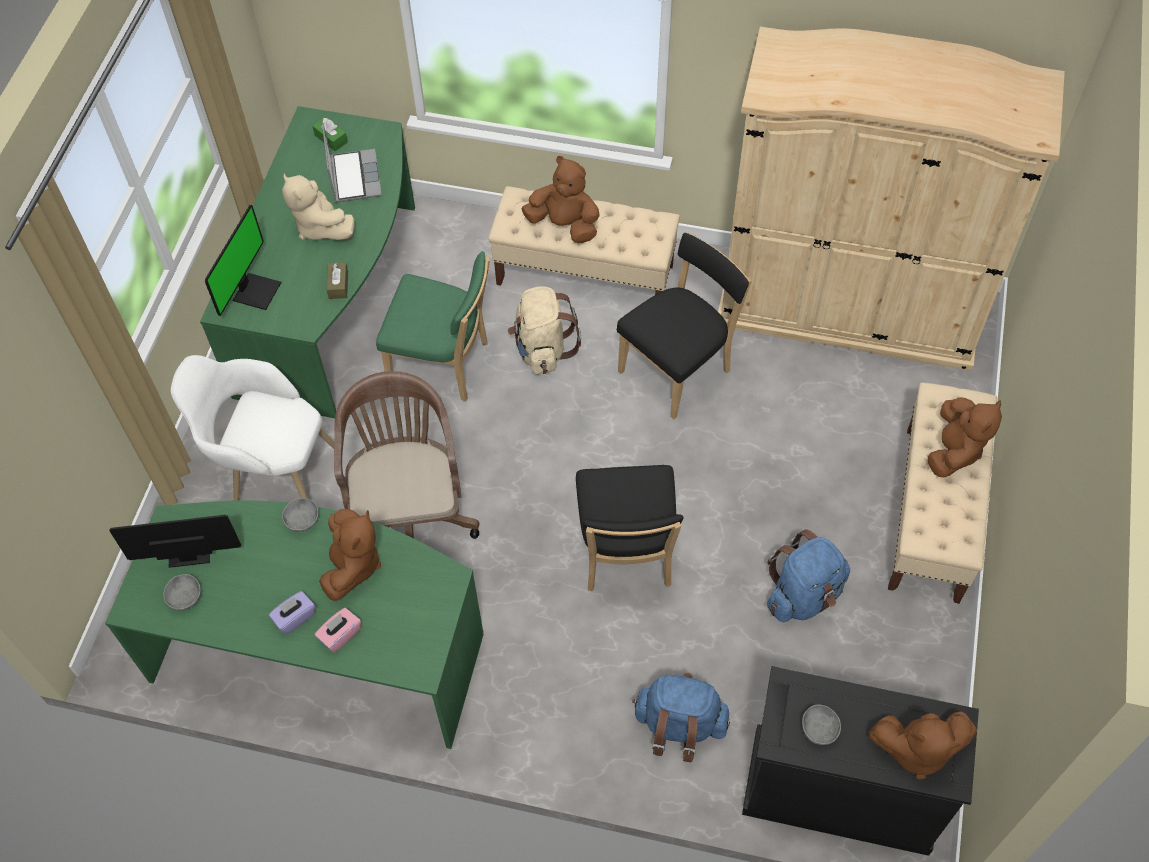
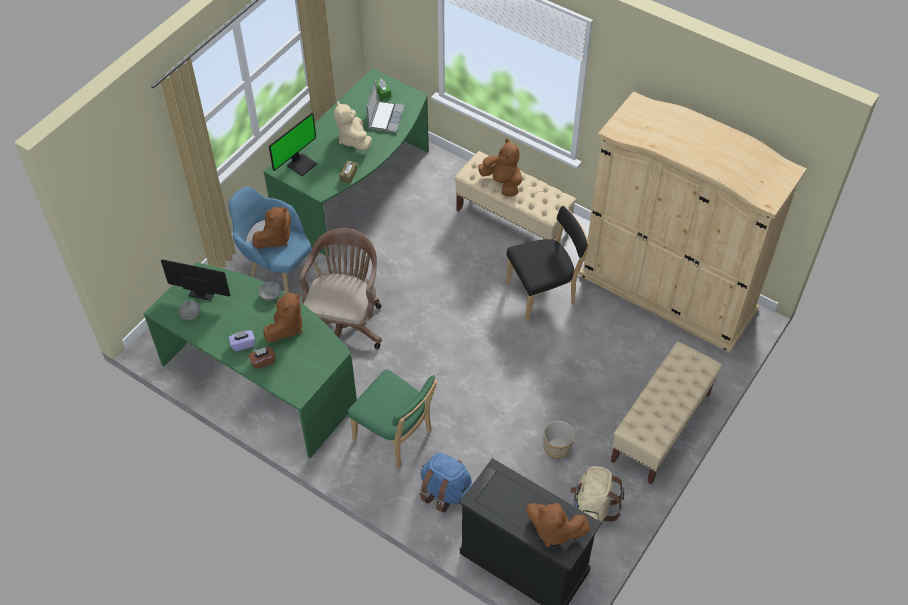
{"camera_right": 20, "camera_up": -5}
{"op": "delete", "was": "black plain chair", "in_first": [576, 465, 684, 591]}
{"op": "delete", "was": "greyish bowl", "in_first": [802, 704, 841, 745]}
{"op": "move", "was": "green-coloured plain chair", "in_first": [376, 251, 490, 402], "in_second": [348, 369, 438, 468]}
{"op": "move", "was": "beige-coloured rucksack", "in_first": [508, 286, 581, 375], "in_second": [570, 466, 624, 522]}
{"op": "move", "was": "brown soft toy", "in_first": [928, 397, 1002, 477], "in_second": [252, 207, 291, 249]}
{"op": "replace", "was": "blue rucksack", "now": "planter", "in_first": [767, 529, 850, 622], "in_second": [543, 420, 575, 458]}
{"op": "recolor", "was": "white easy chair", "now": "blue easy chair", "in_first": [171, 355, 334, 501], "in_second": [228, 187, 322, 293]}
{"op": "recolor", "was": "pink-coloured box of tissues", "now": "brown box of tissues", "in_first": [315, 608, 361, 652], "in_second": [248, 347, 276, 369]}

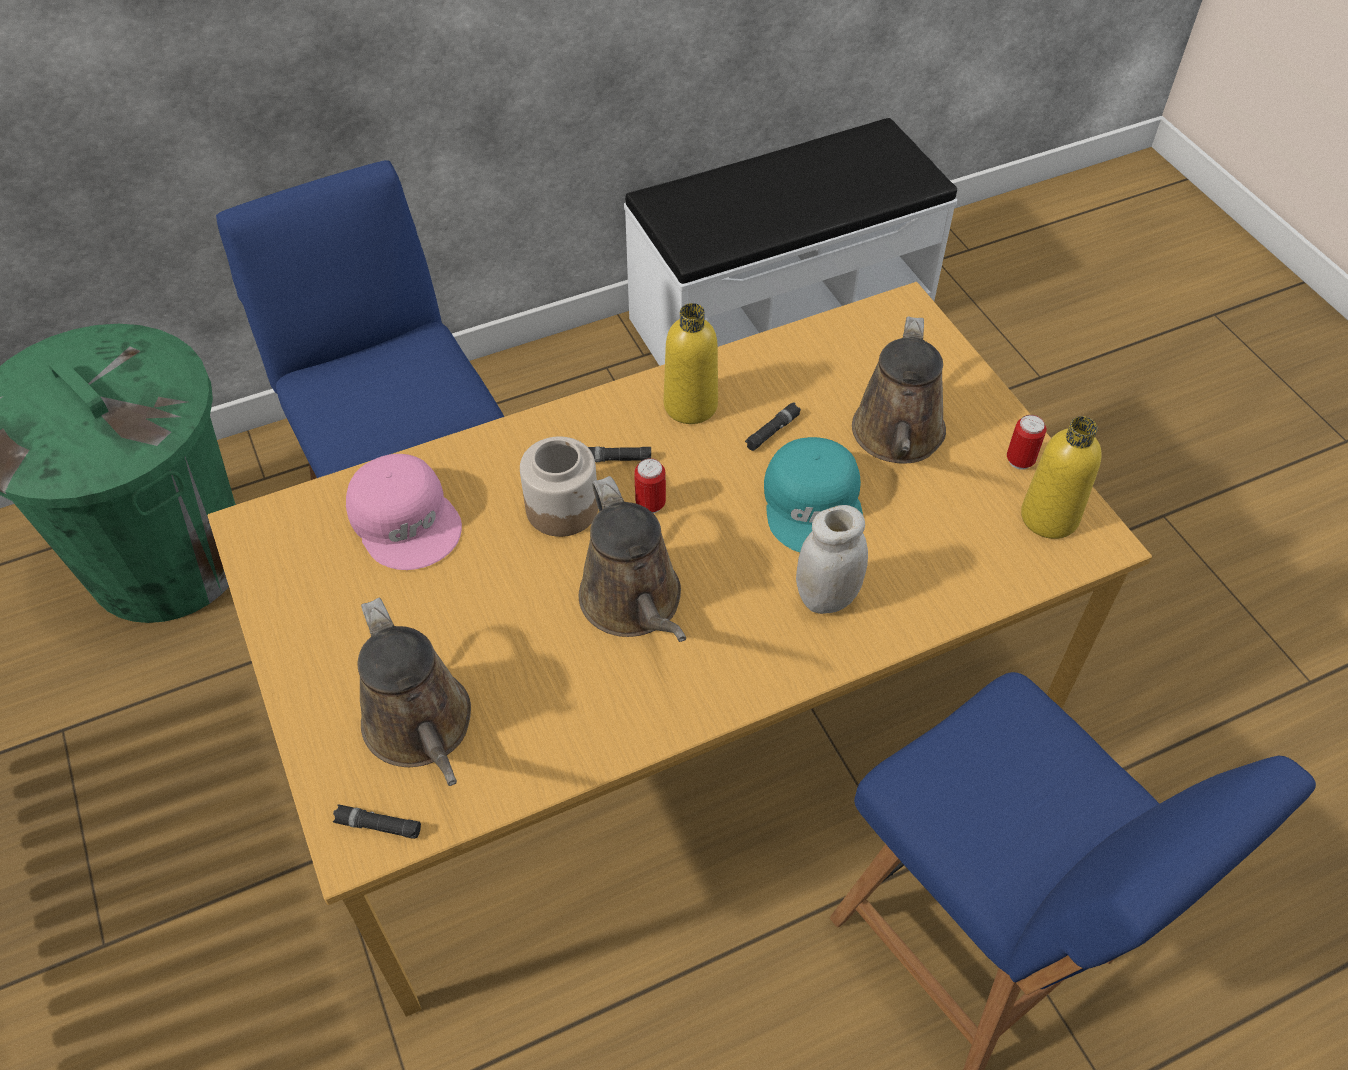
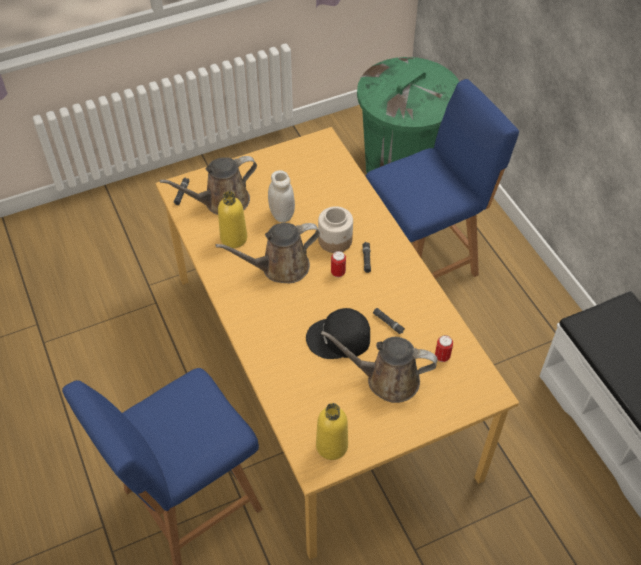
{"camera_right": 90, "camera_up": 0}
{"op": "delete", "was": "pink-coloured cap", "in_first": [346, 454, 462, 570]}
{"op": "move", "was": "yellow-coloured beverage bottle", "in_first": [664, 303, 718, 424], "in_second": [218, 191, 247, 248]}
{"op": "move", "was": "white jar", "in_first": [796, 505, 868, 614], "in_second": [268, 170, 295, 223]}
{"op": "move", "was": "sealed can", "in_first": [1007, 415, 1046, 470], "in_second": [435, 335, 453, 362]}
{"op": "recolor", "was": "turquoise-coloured cap", "now": "black cap", "in_first": [764, 437, 863, 552], "in_second": [306, 308, 370, 359]}

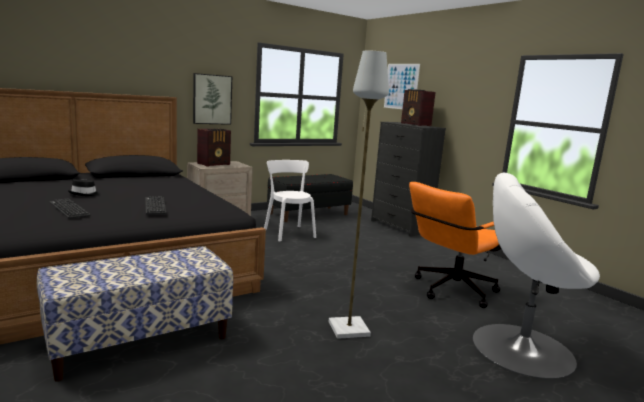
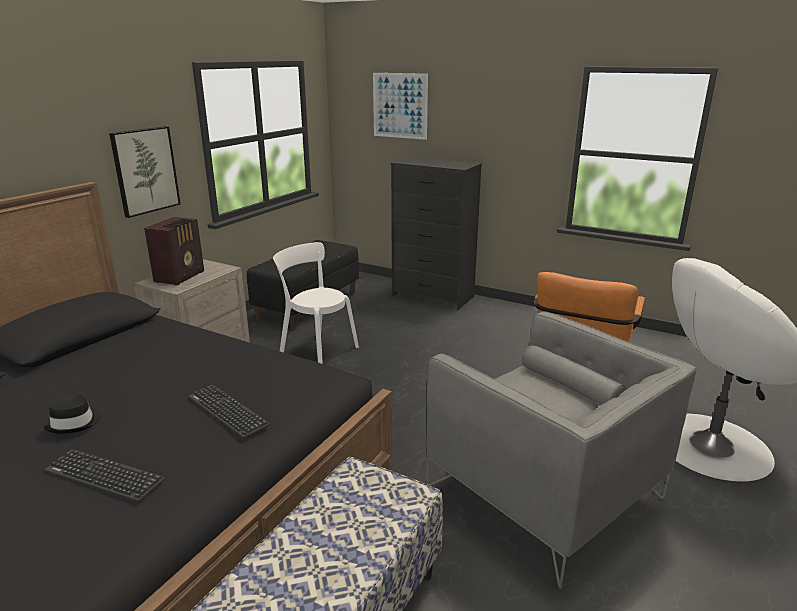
{"camera_right": -25, "camera_up": 10}
{"op": "delete", "was": "radio receiver", "in_first": [401, 89, 436, 126]}
{"op": "replace", "was": "greyish standard lamp", "now": "greyish easy chair", "in_first": [329, 51, 389, 339], "in_second": [426, 311, 697, 589]}

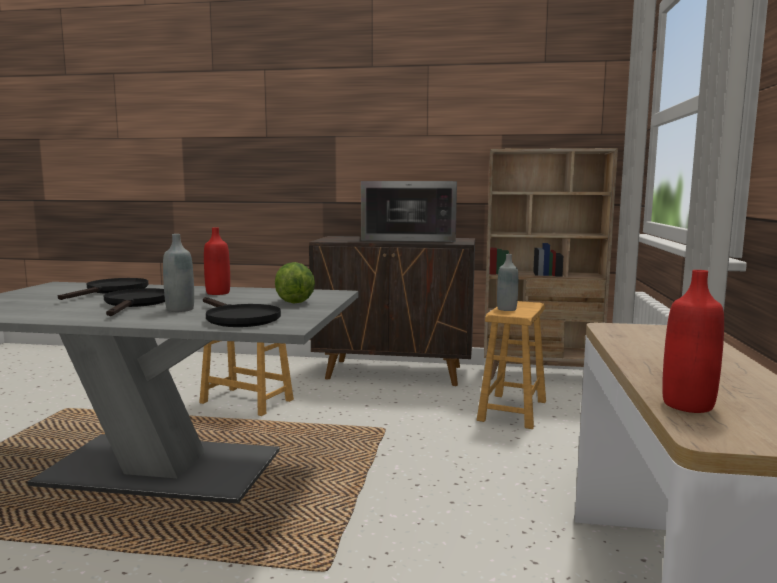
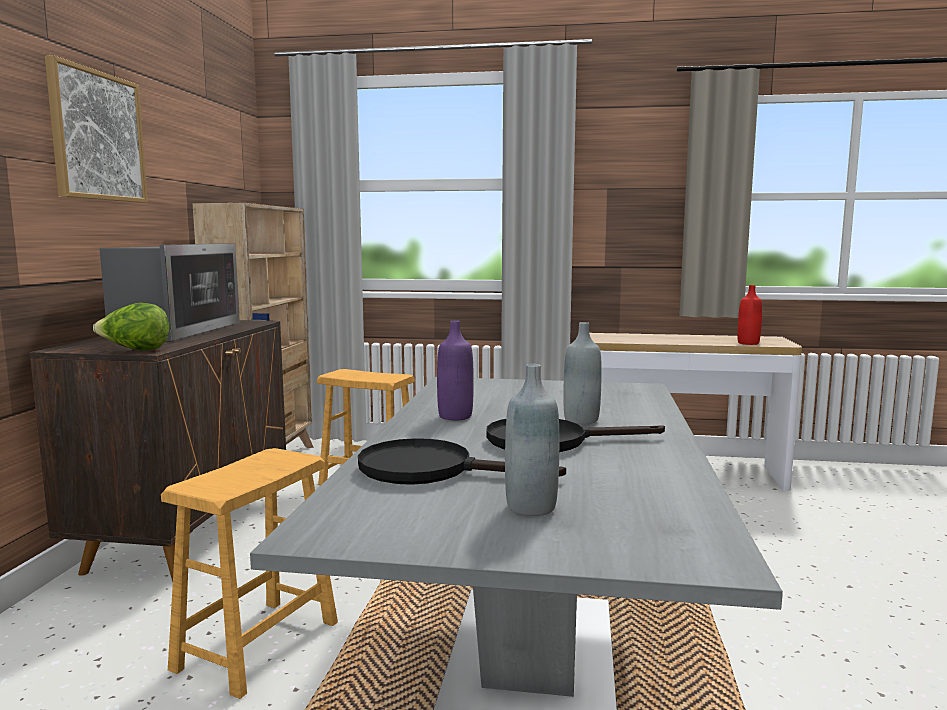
{"camera_right": -90, "camera_up": 0}
{"op": "delete", "was": "black skillet", "in_first": [203, 297, 281, 327]}
{"op": "insert", "now": "wall art", "in_second": [45, 55, 148, 203]}
{"op": "move", "was": "lettuce head", "in_first": [275, 262, 315, 304], "in_second": [93, 303, 169, 351]}
{"op": "move", "was": "greyish beverage bottle", "in_first": [497, 254, 518, 311], "in_second": [505, 364, 560, 516]}
{"op": "recolor", "was": "red-coloured beverage bottle", "now": "purplish beverage bottle", "in_first": [204, 228, 230, 295], "in_second": [437, 320, 474, 420]}

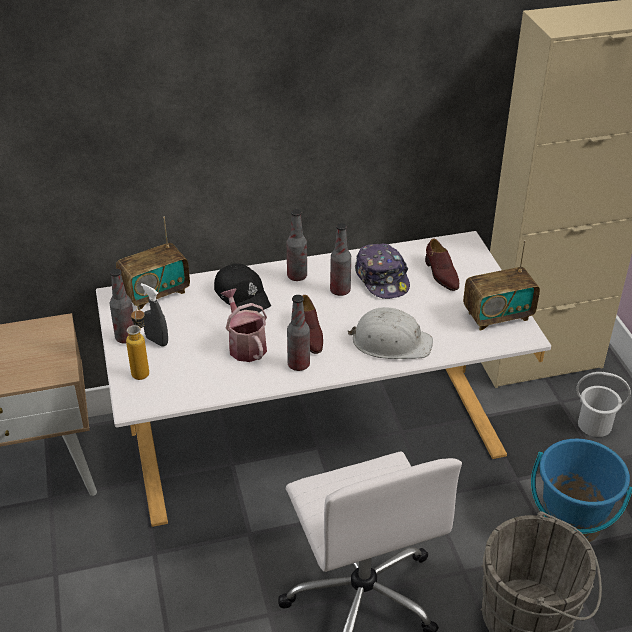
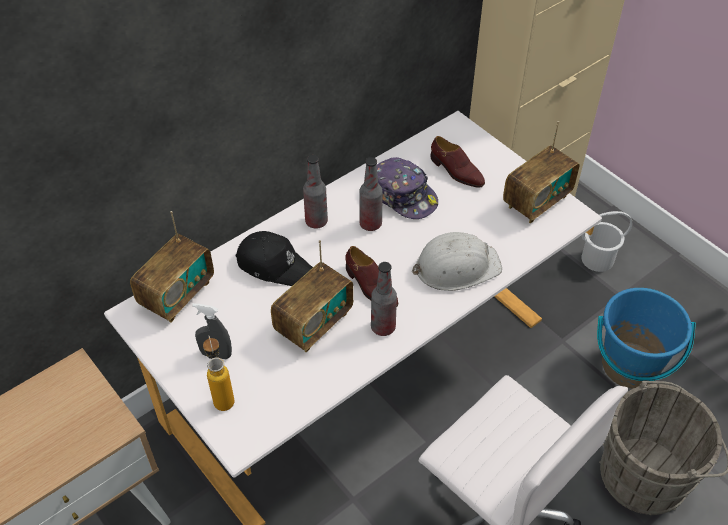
{"camera_right": -25, "camera_up": 10}
{"op": "delete", "was": "beverage bottle", "in_first": [110, 269, 134, 344]}
{"op": "replace", "was": "watering pot", "now": "radio receiver", "in_first": [221, 289, 267, 362], "in_second": [271, 240, 353, 353]}

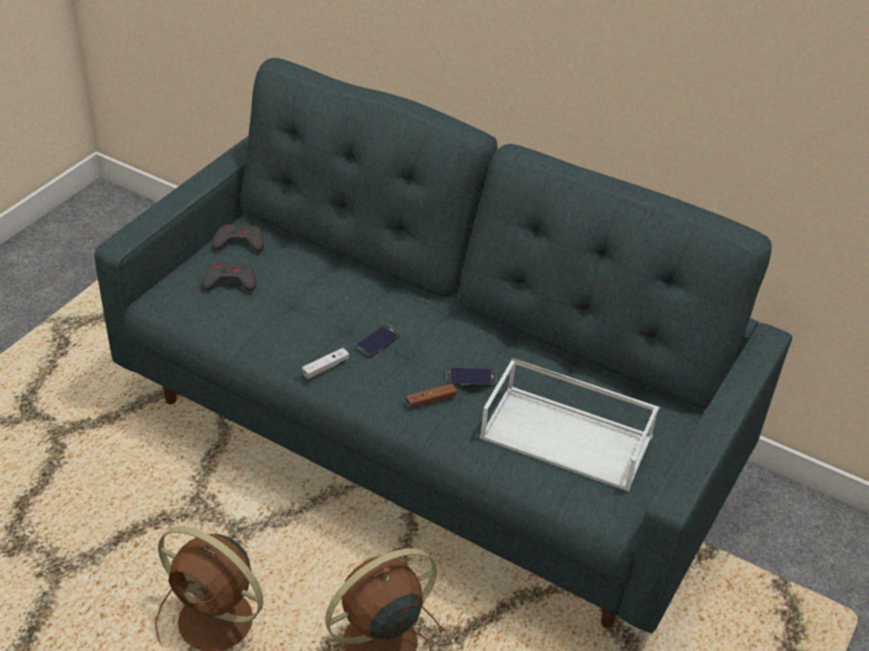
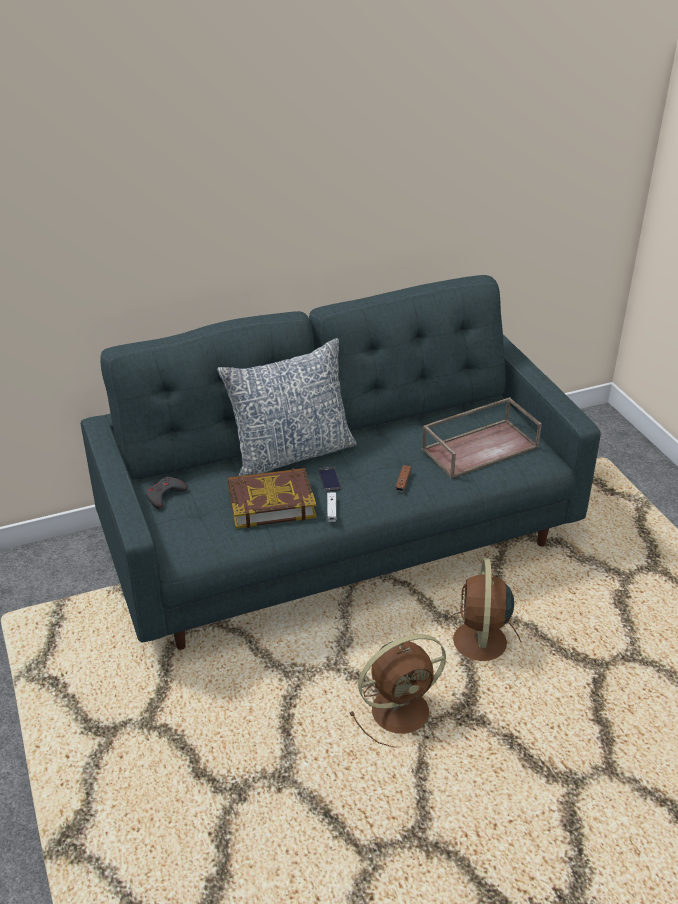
{"camera_right": -50, "camera_up": -5}
{"op": "delete", "was": "greyish game controller", "in_first": [202, 263, 256, 291]}
{"op": "delete", "was": "handset", "in_first": [447, 367, 496, 386]}
{"op": "insert", "now": "throw pillow", "in_second": [217, 338, 357, 476]}
{"op": "insert", "now": "volume", "in_second": [228, 468, 316, 529]}
{"op": "recolor", "was": "white tray", "now": "brown tray", "in_first": [480, 358, 660, 492], "in_second": [421, 397, 542, 479]}

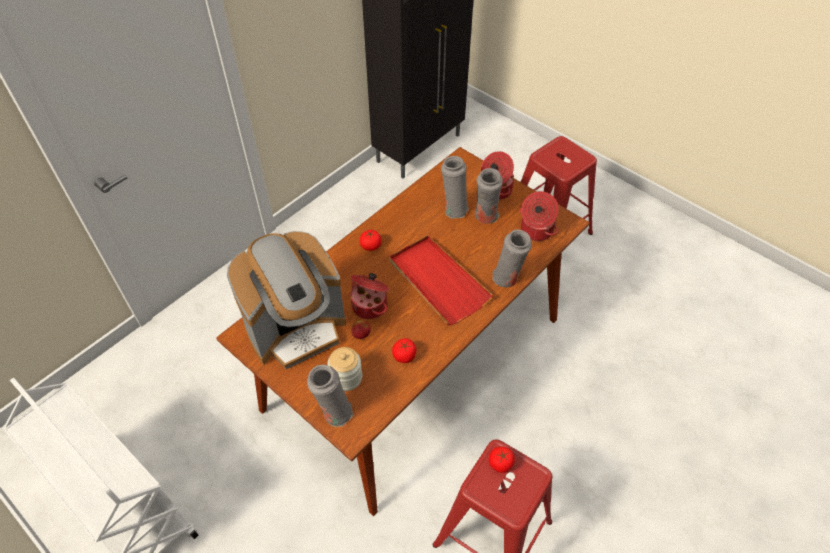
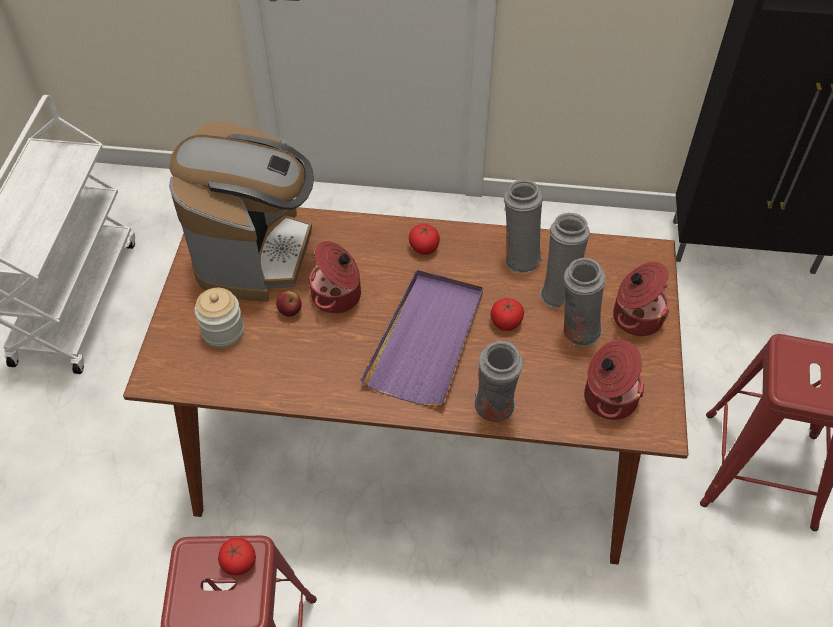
{"camera_right": 55, "camera_up": 0}
{"op": "move", "was": "greyish vase", "in_first": [307, 365, 353, 427], "in_second": [504, 180, 543, 273]}
{"op": "move", "was": "tomato", "in_first": [392, 338, 417, 363], "in_second": [491, 298, 524, 331]}
{"op": "recolor", "was": "red-coloured tray", "now": "purplish tray", "in_first": [390, 235, 493, 325], "in_second": [360, 270, 483, 406]}
{"op": "rotate", "was": "coffee machine", "in_first": [227, 231, 346, 369], "in_second": [169, 121, 314, 302], "clockwise": -105}

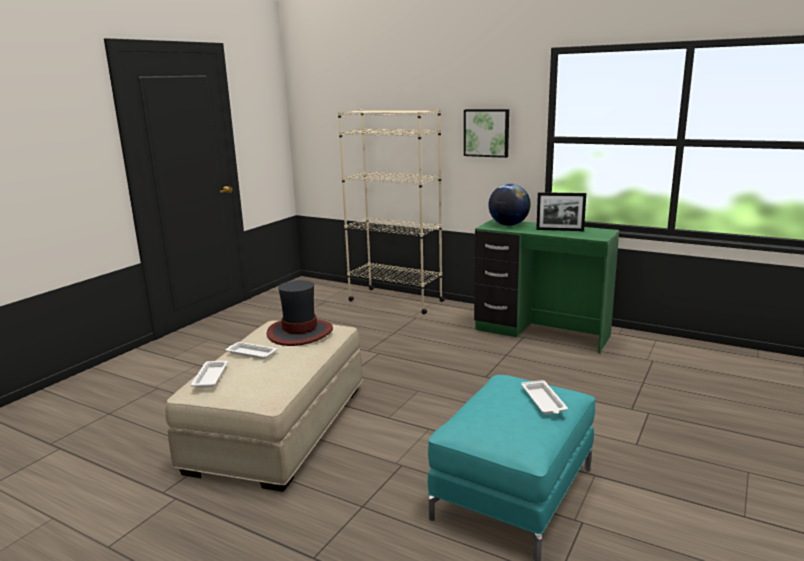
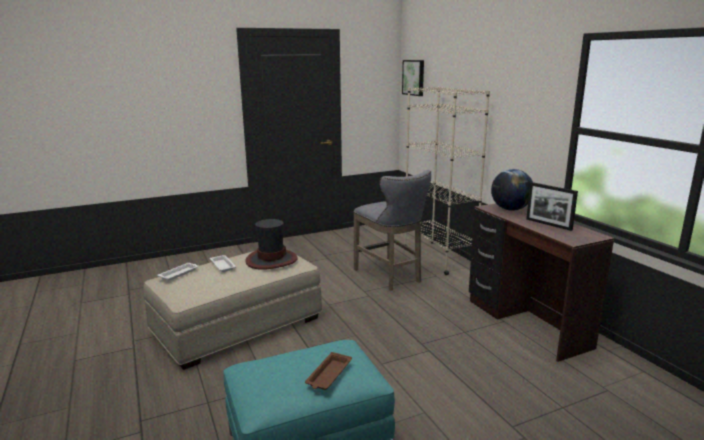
{"camera_right": 35, "camera_up": 0}
{"op": "insert", "now": "greyish sitting stool", "in_second": [354, 170, 431, 291]}
{"op": "move", "was": "wall art", "in_first": [464, 109, 509, 158], "in_second": [402, 60, 424, 96]}
{"op": "recolor", "was": "green-coloured desk", "now": "brown desk", "in_first": [474, 219, 619, 354], "in_second": [469, 203, 614, 362]}
{"op": "recolor", "was": "white tray", "now": "brown tray", "in_first": [521, 380, 568, 414], "in_second": [305, 352, 352, 390]}

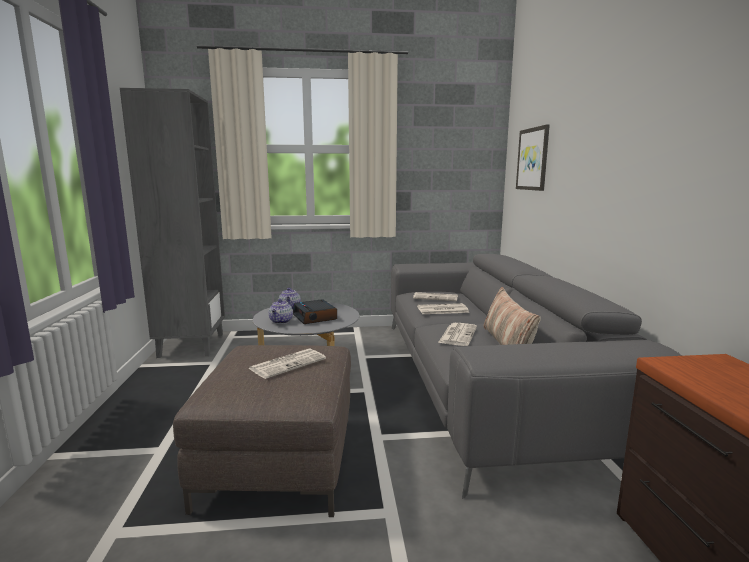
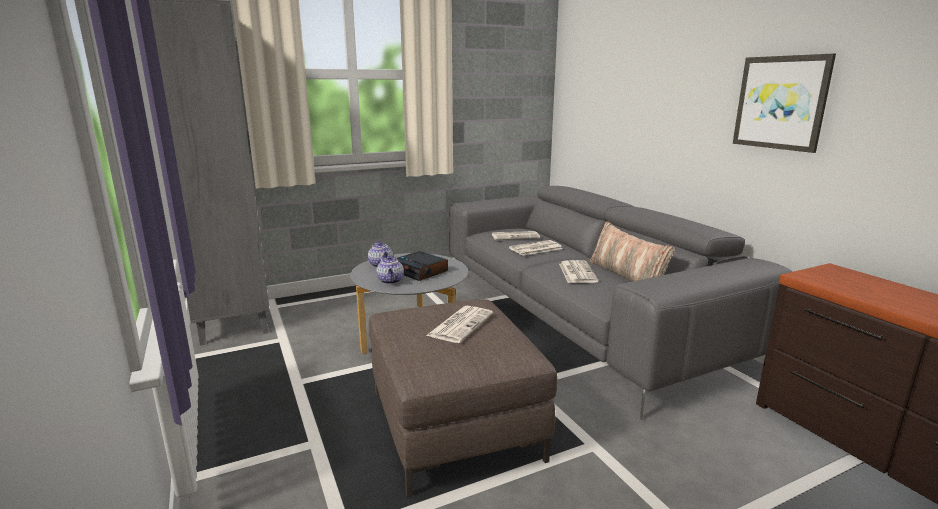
{"camera_right": -20, "camera_up": 5}
{"op": "move", "was": "wall art", "in_first": [516, 124, 550, 191], "in_second": [733, 54, 836, 153]}

